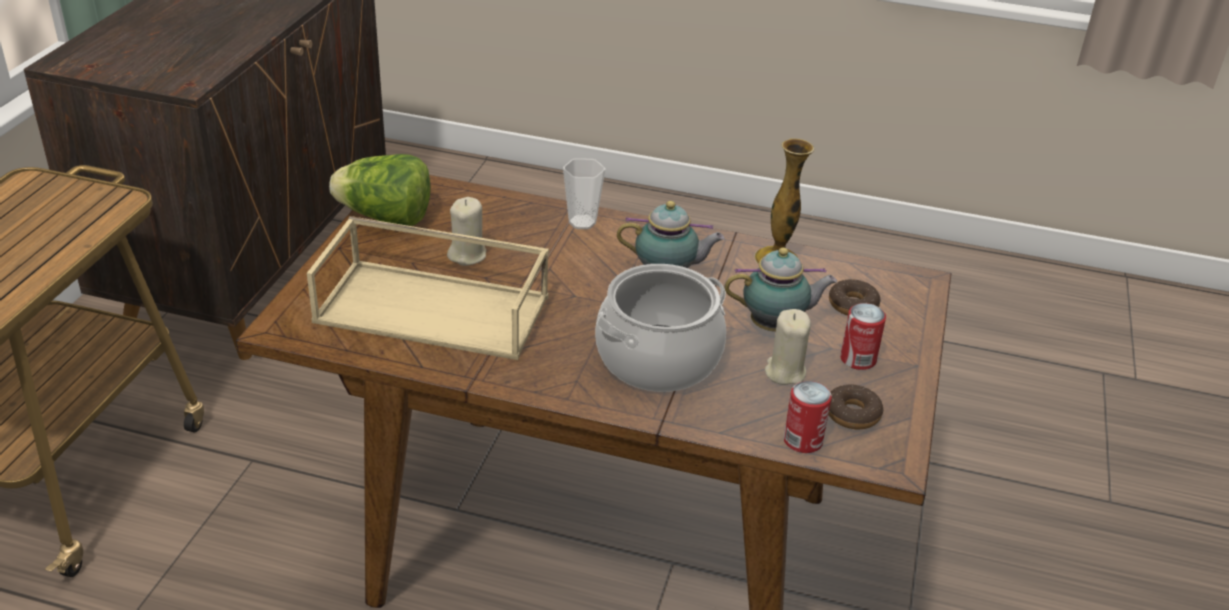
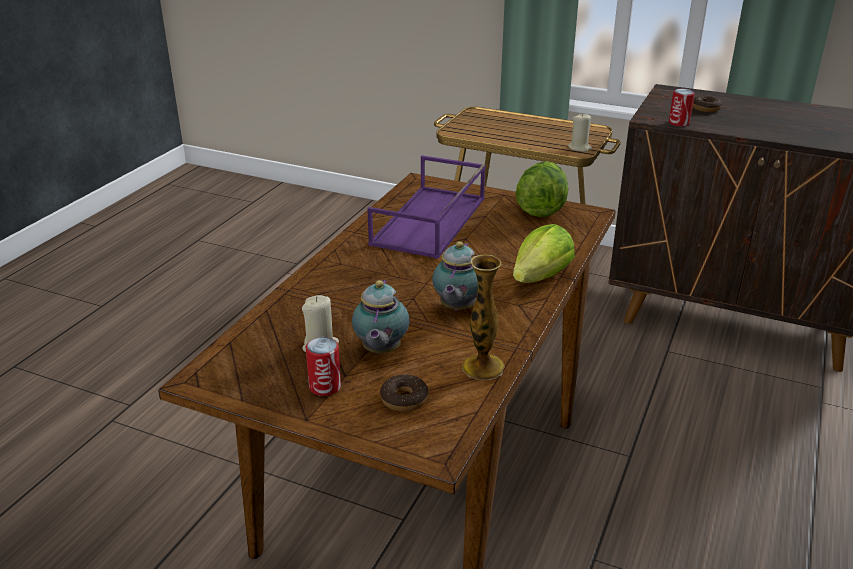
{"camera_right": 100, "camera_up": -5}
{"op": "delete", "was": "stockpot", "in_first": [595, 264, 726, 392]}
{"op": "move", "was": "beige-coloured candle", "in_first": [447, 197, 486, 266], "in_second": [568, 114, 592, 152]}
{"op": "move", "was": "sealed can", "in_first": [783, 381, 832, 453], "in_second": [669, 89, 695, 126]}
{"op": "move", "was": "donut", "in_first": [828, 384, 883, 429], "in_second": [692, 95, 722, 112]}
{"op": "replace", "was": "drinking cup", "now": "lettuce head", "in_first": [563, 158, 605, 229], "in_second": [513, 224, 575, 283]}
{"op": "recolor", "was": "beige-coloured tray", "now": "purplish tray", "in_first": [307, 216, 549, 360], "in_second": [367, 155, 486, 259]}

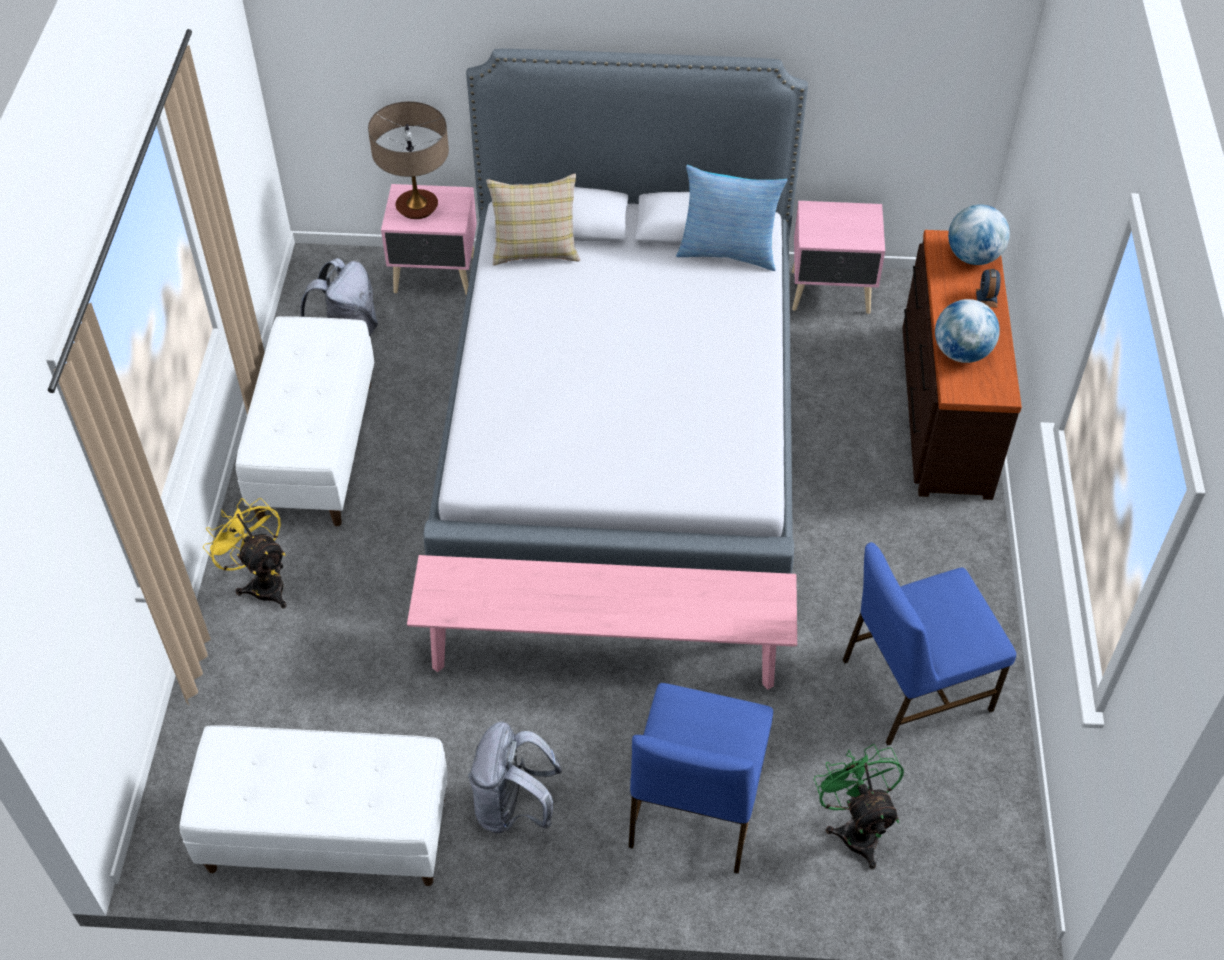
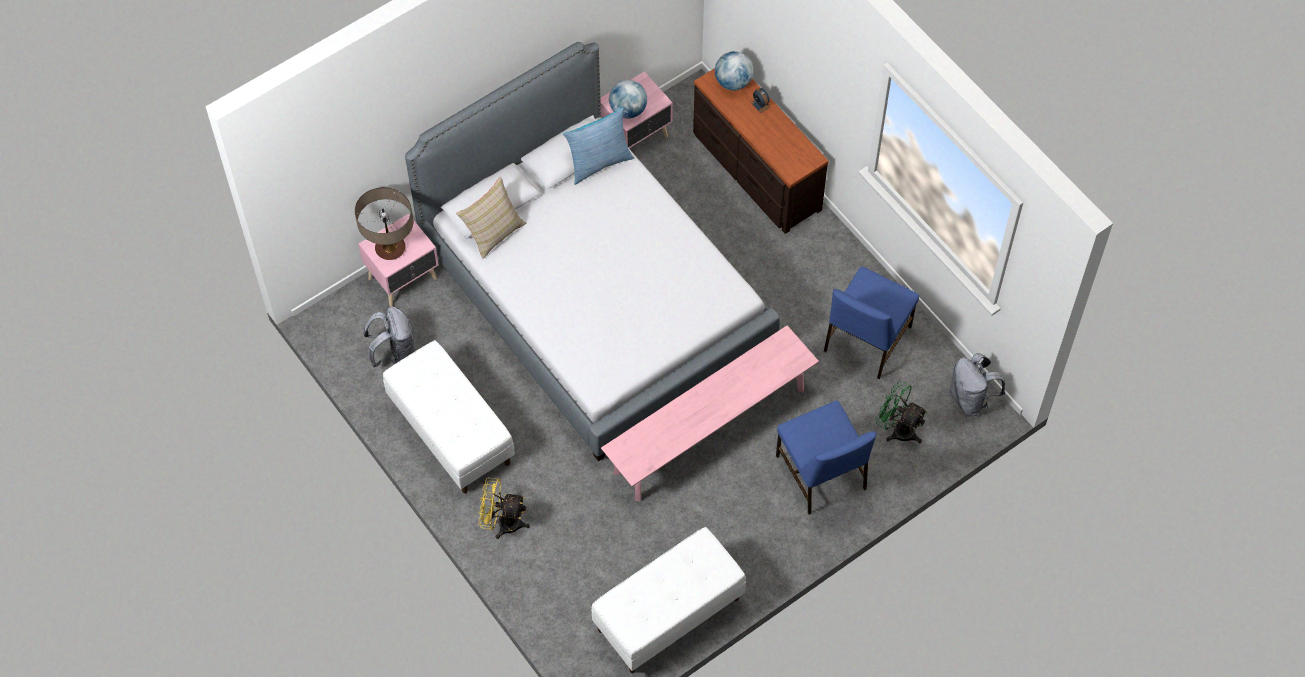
{"camera_right": -40, "camera_up": 10}
{"op": "move", "was": "greyish rucksack", "in_first": [468, 721, 563, 833], "in_second": [949, 353, 1005, 417]}
{"op": "move", "was": "world globe", "in_first": [935, 299, 1000, 363], "in_second": [609, 80, 647, 119]}

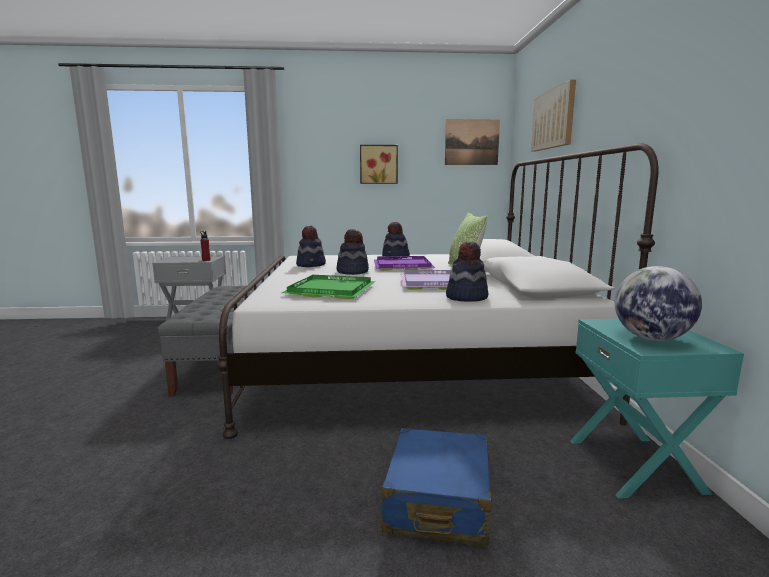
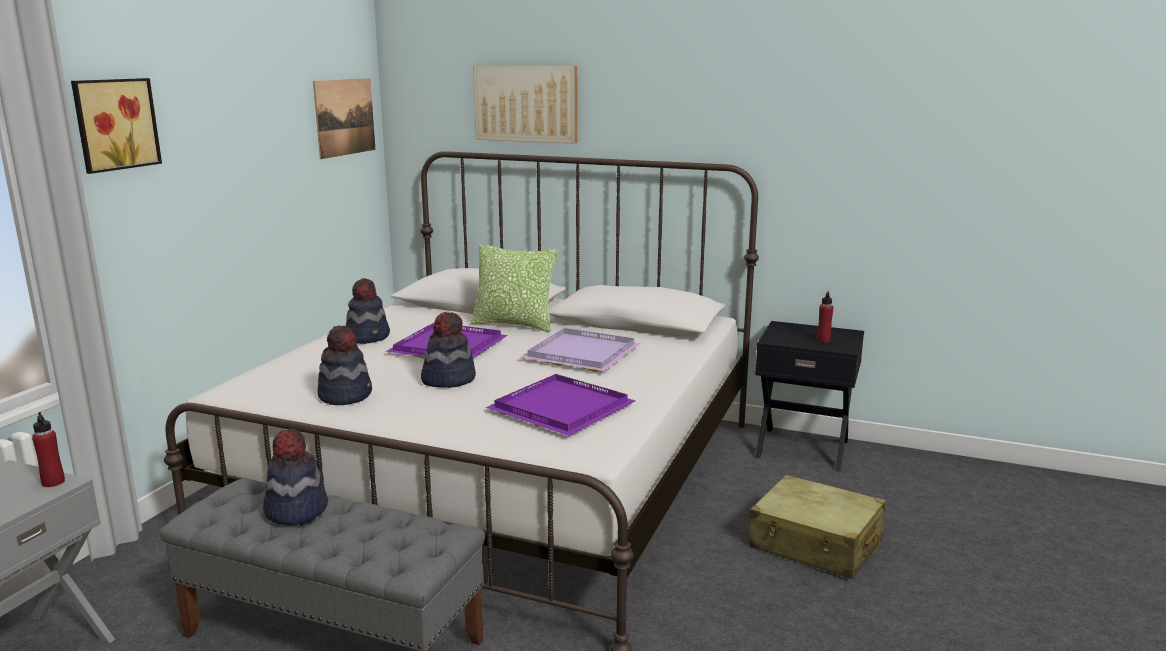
{"camera_right": -65, "camera_up": 5}
{"op": "move", "was": "wall art", "in_first": [360, 145, 398, 184], "in_second": [71, 78, 162, 174]}
{"op": "move", "was": "clothing hat", "in_first": [446, 242, 488, 302], "in_second": [263, 428, 328, 526]}
{"op": "replace", "was": "world globe", "now": "red-coloured beverage bottle", "in_first": [615, 266, 702, 341], "in_second": [817, 291, 833, 342]}
{"op": "recolor", "was": "green-coloured tray", "now": "purplish tray", "in_first": [281, 275, 376, 299], "in_second": [485, 374, 636, 436]}
{"op": "recolor", "was": "blue piece of luggage", "now": "beige-coloured piece of luggage", "in_first": [382, 428, 491, 546], "in_second": [749, 475, 886, 579]}
{"op": "recolor", "was": "turquoise-coloured bedside table", "now": "black bedside table", "in_first": [570, 319, 744, 498], "in_second": [755, 321, 864, 472]}

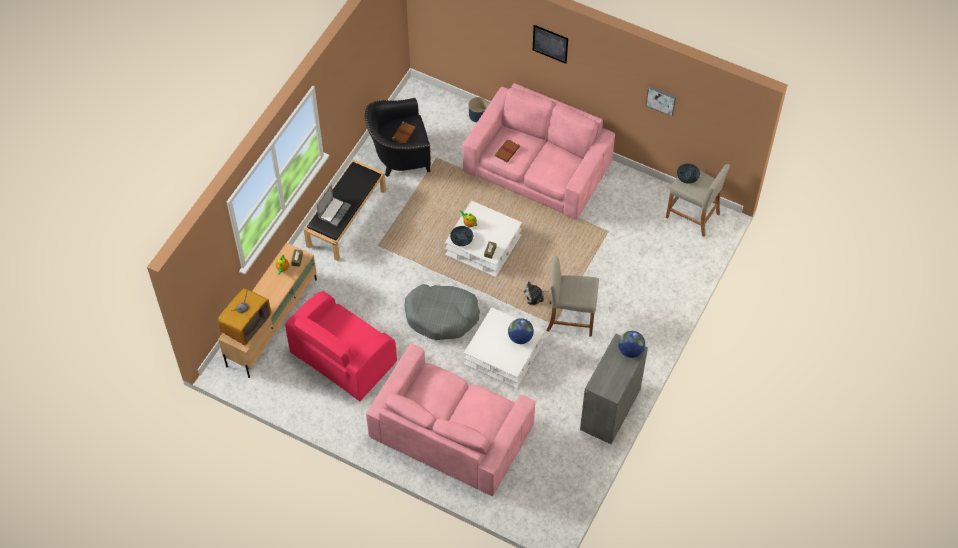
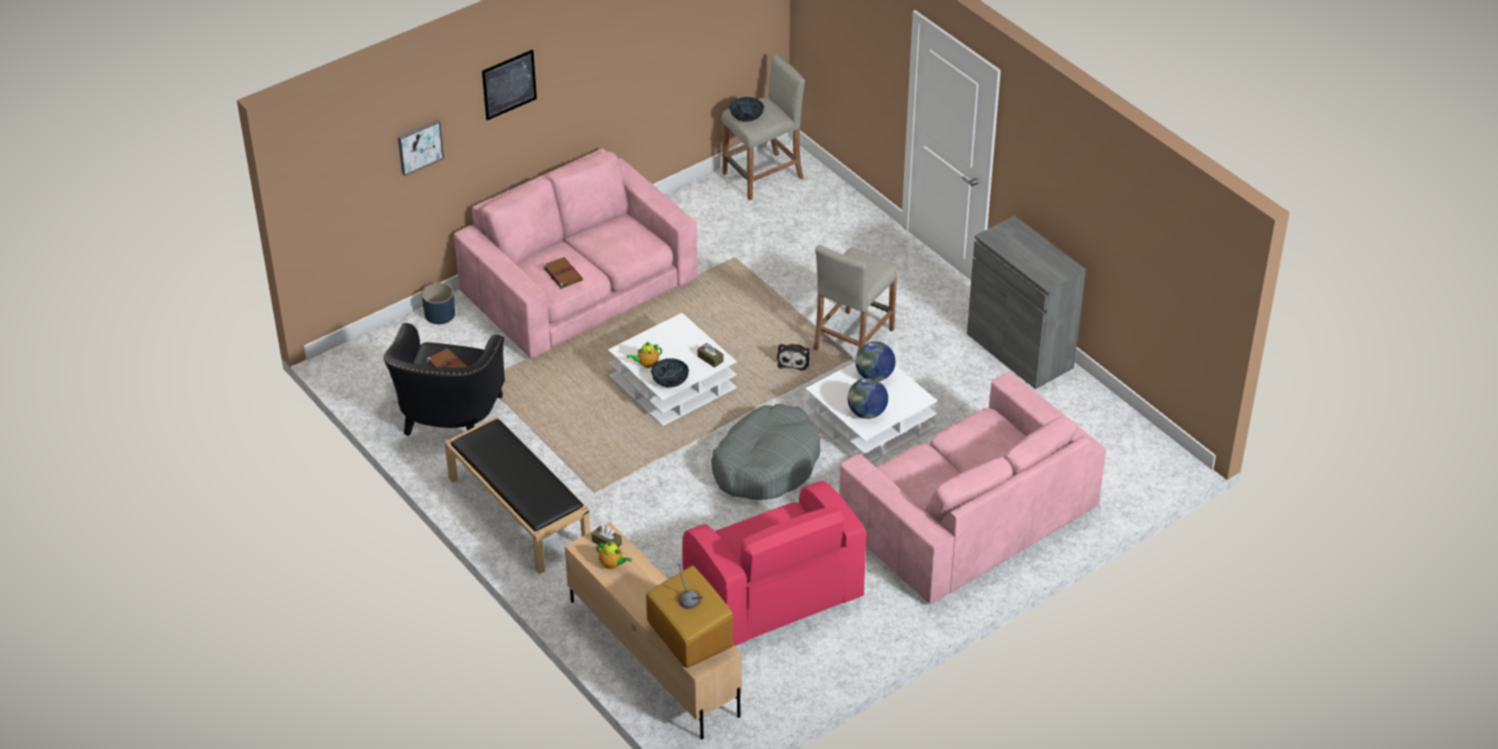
{"camera_right": -65, "camera_up": -15}
{"op": "delete", "was": "portable computer", "in_first": [316, 185, 351, 226]}
{"op": "move", "was": "world globe", "in_first": [618, 331, 645, 358], "in_second": [848, 378, 888, 419]}
{"op": "move", "was": "wall art", "in_first": [646, 86, 676, 117], "in_second": [398, 120, 444, 176]}

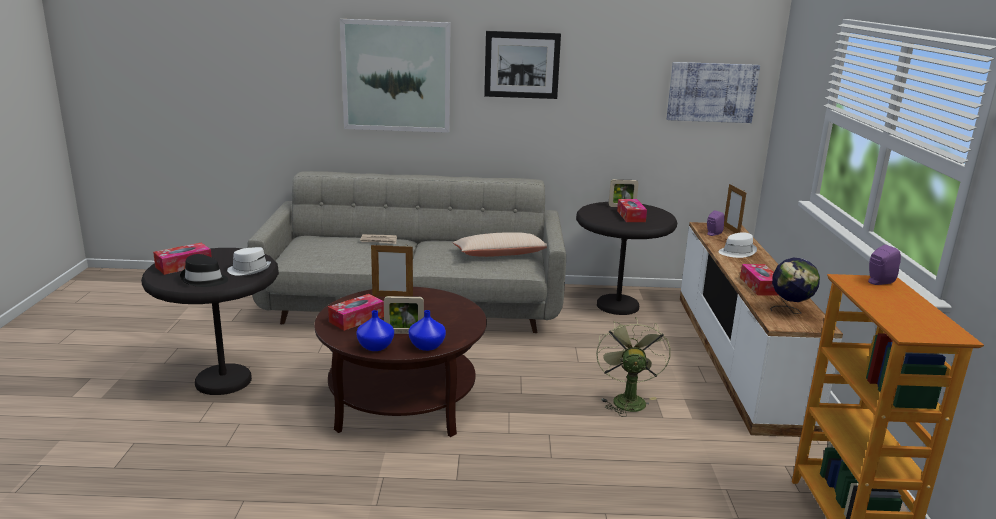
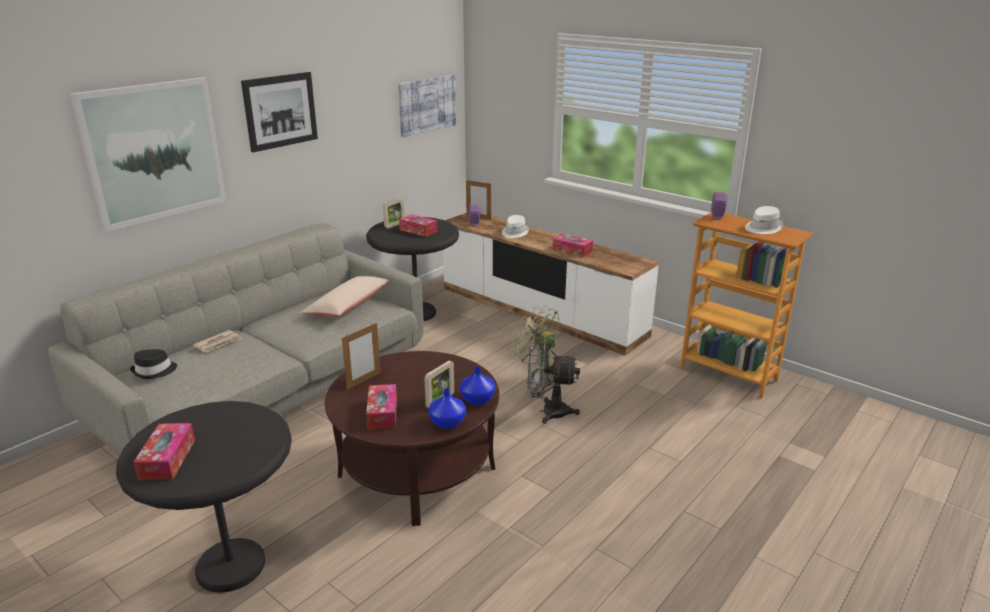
{"camera_right": -50, "camera_up": 5}
{"op": "delete", "was": "world globe", "in_first": [770, 257, 820, 314]}
{"op": "insert", "now": "greyish fan", "in_second": [527, 339, 580, 424]}
{"op": "move", "was": "black clothing hat", "in_first": [180, 254, 228, 287], "in_second": [130, 349, 177, 379]}
{"op": "move", "was": "white clothing hat", "in_first": [227, 247, 271, 276], "in_second": [745, 206, 783, 234]}

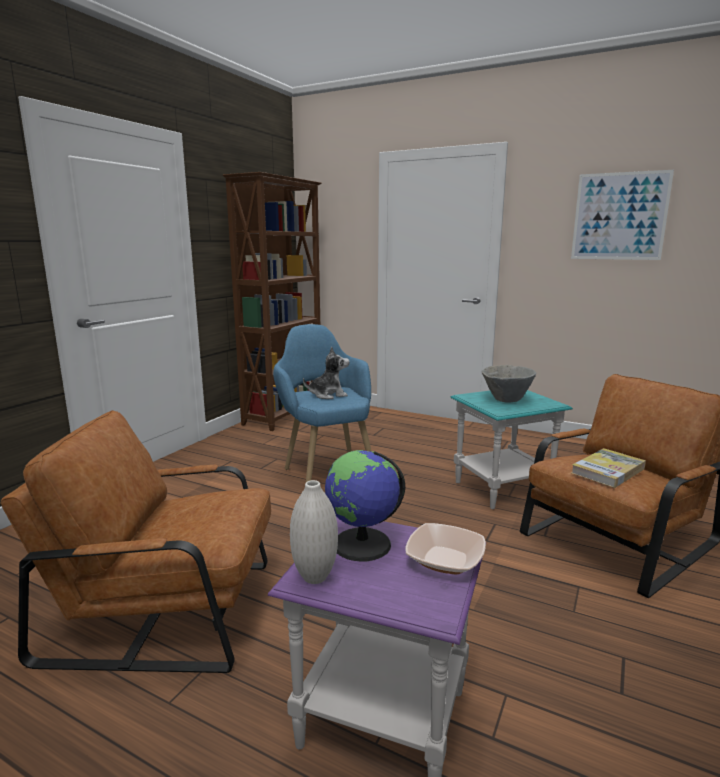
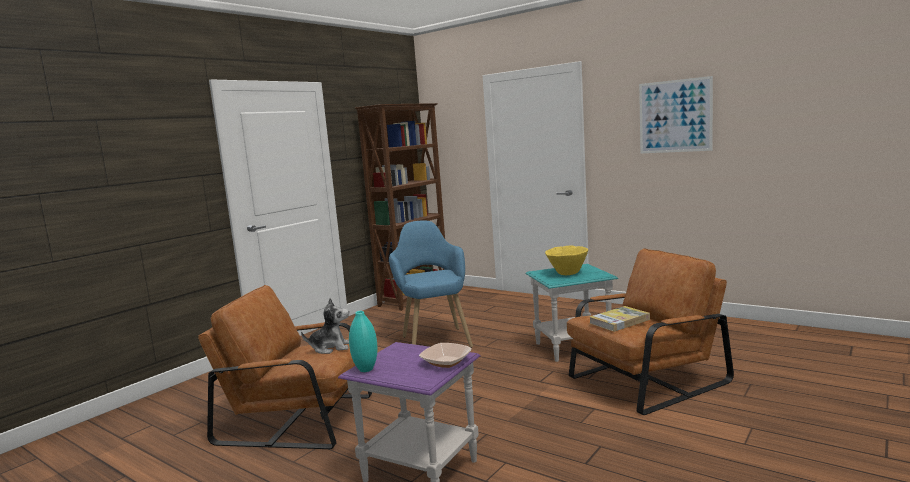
{"camera_right": 10, "camera_up": -5}
{"op": "delete", "was": "world globe", "in_first": [325, 450, 405, 562]}
{"op": "move", "was": "soft toy", "in_first": [303, 347, 349, 399], "in_second": [301, 298, 349, 354]}
{"op": "recolor", "was": "white vase", "now": "turquoise-coloured vase", "in_first": [290, 480, 338, 584], "in_second": [349, 311, 377, 372]}
{"op": "recolor", "was": "greyish bowl", "now": "yellow-coloured bowl", "in_first": [482, 365, 536, 403], "in_second": [545, 245, 588, 275]}

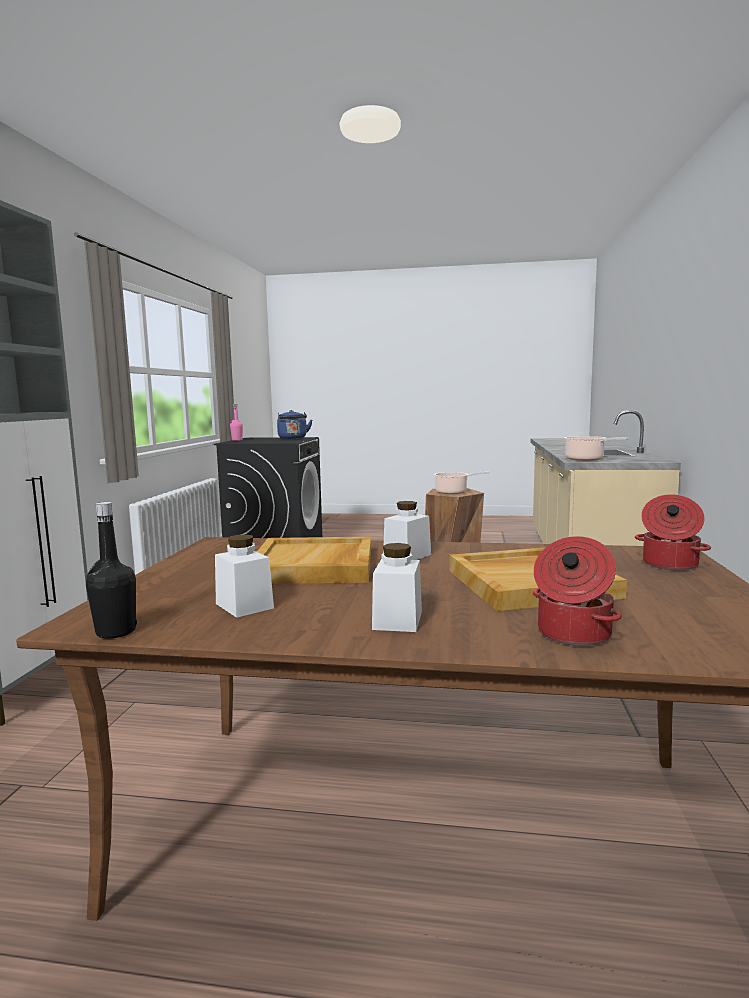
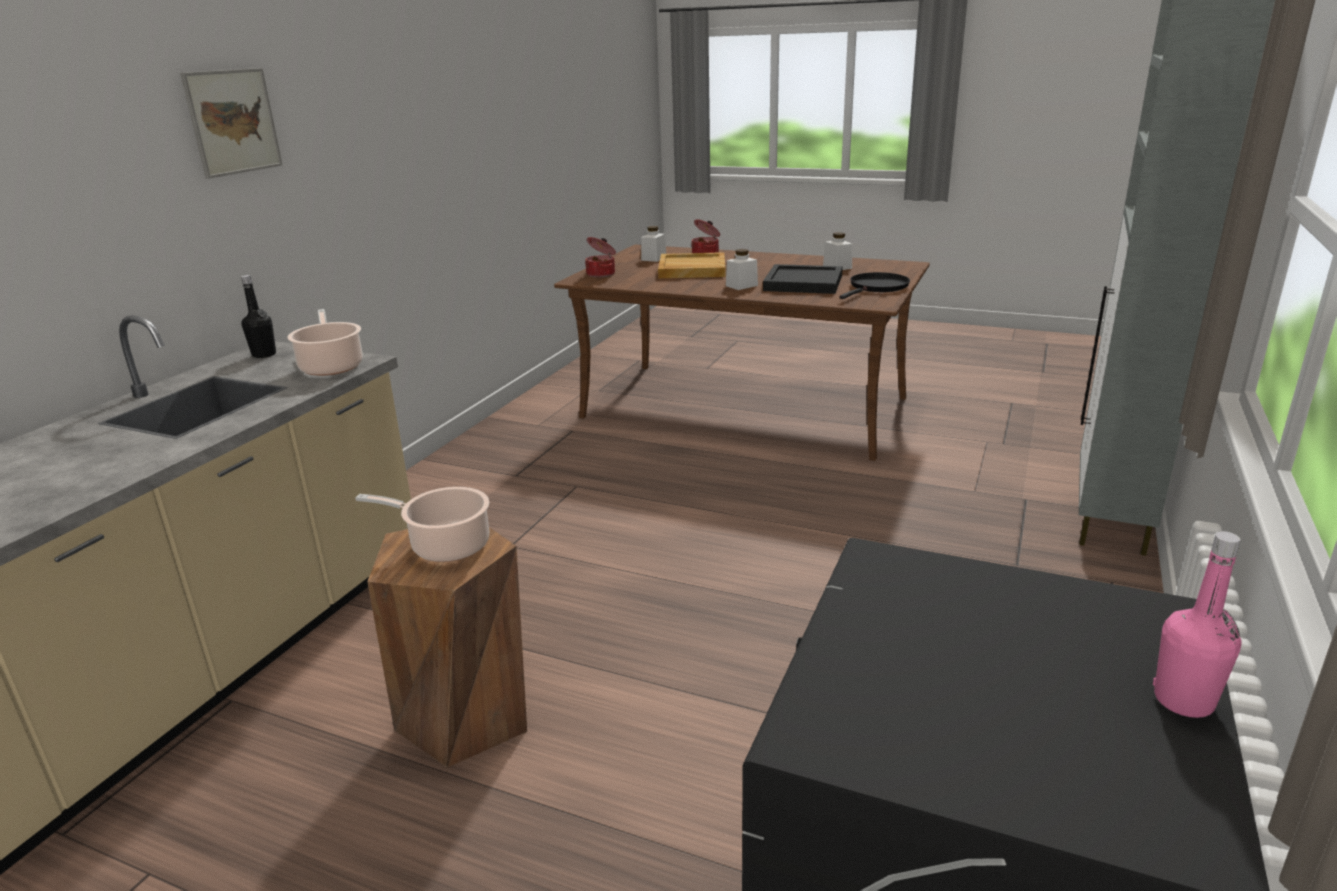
{"camera_right": -165, "camera_up": 15}
{"op": "delete", "was": "blue water kettle", "in_first": [277, 410, 312, 439]}
{"op": "insert", "now": "wall art", "in_second": [180, 68, 283, 179]}
{"op": "insert", "now": "black skillet", "in_second": [839, 272, 910, 299]}
{"op": "move", "was": "black beverage bottle", "in_first": [86, 502, 137, 639], "in_second": [241, 275, 276, 358]}
{"op": "move", "was": "white jar", "in_first": [372, 543, 422, 632], "in_second": [641, 226, 666, 262]}
{"op": "recolor", "was": "beige-coloured tray", "now": "black tray", "in_first": [257, 537, 371, 584], "in_second": [763, 264, 843, 294]}

